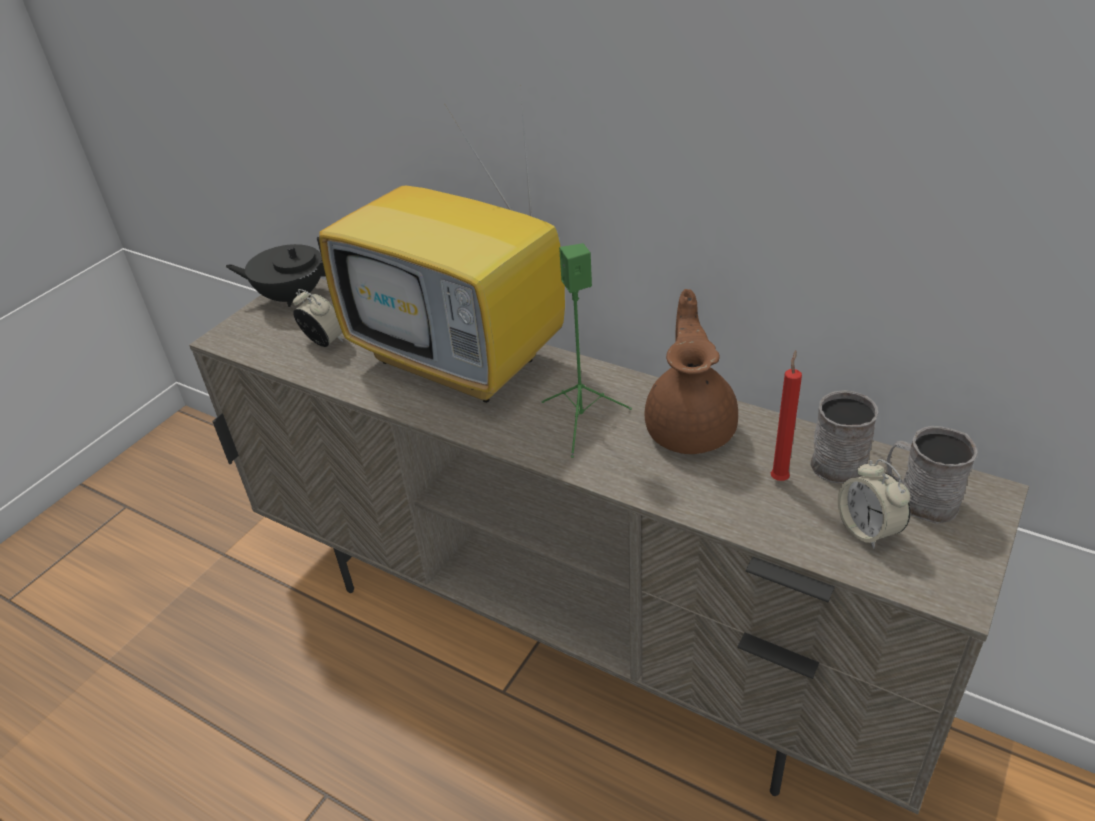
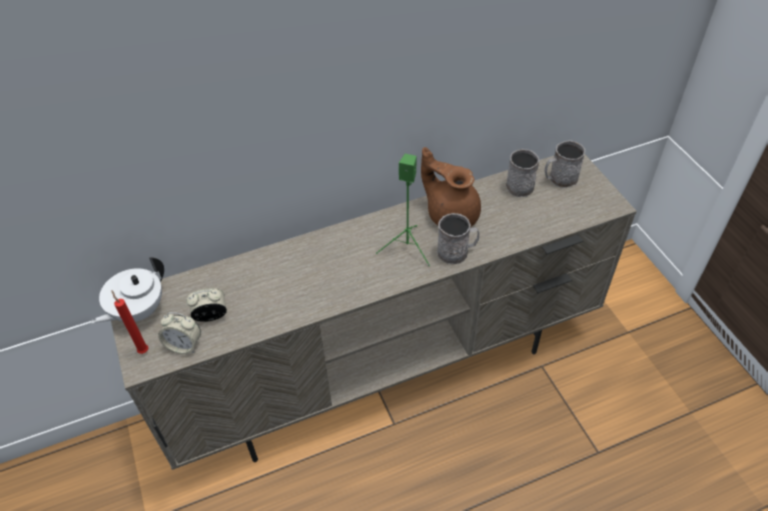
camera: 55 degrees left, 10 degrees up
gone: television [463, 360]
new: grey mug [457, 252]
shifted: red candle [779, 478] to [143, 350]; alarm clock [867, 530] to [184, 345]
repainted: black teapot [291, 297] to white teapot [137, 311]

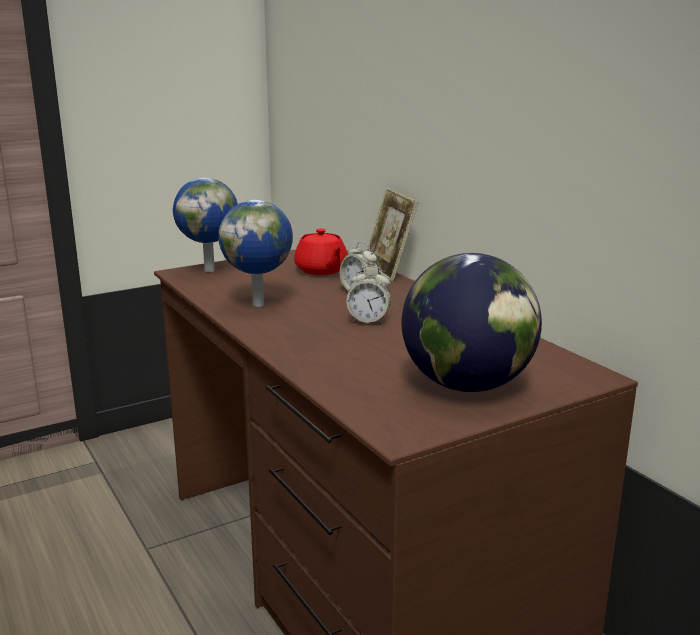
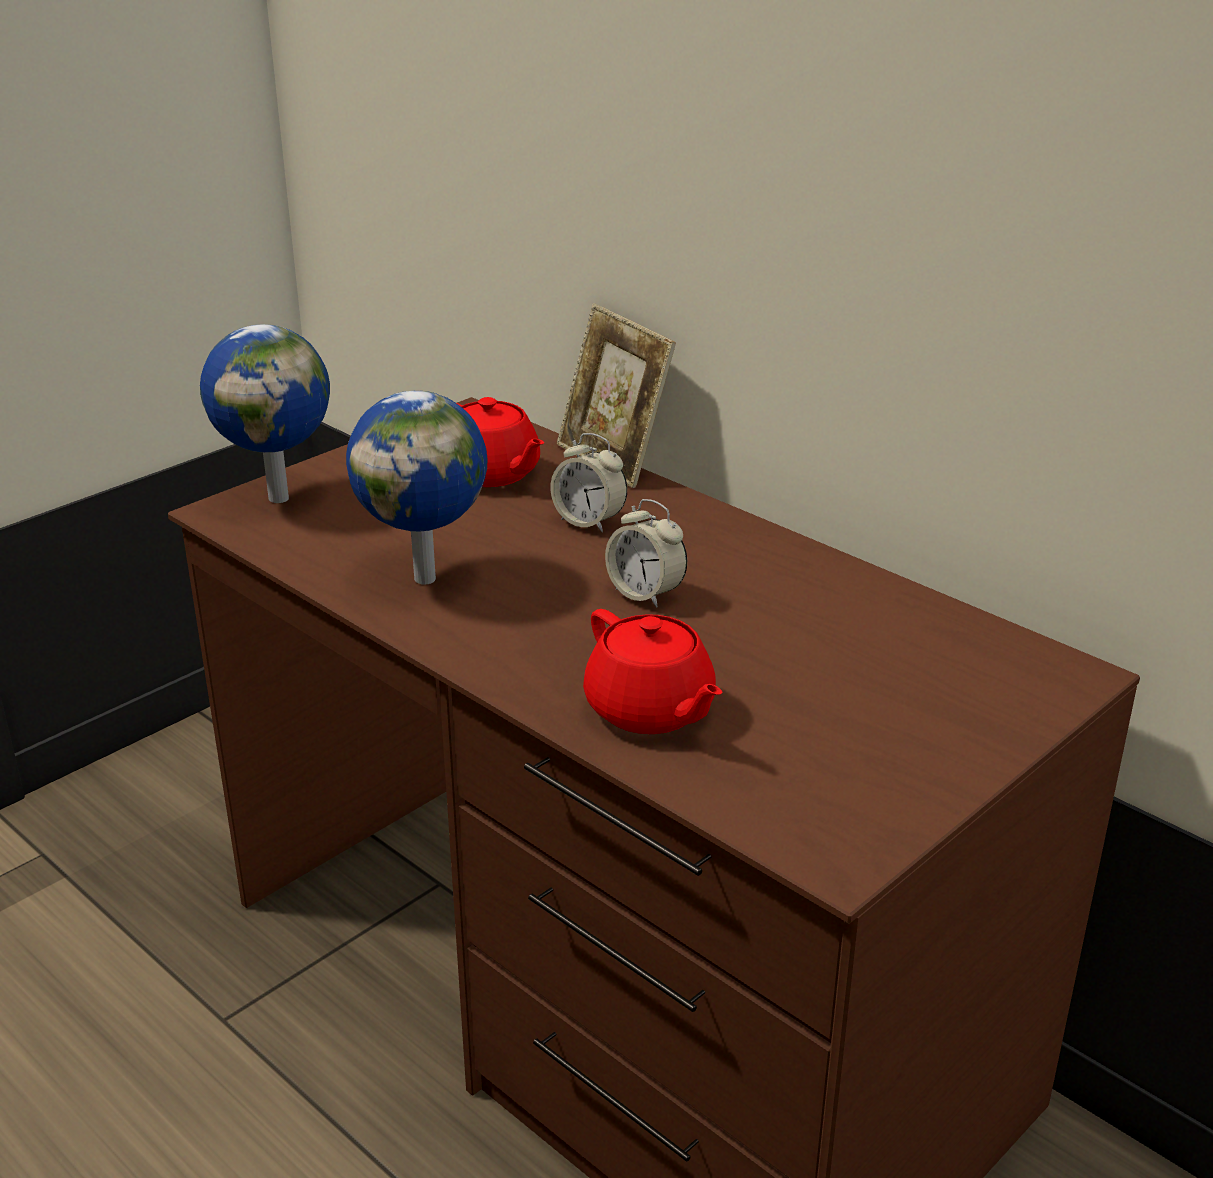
camera: 15 degrees left, 10 degrees up
gone: globe [467, 385]
new: red teapot [650, 710]
rotated: alarm clock [369, 320] = [645, 593] 45 degrees clockwise

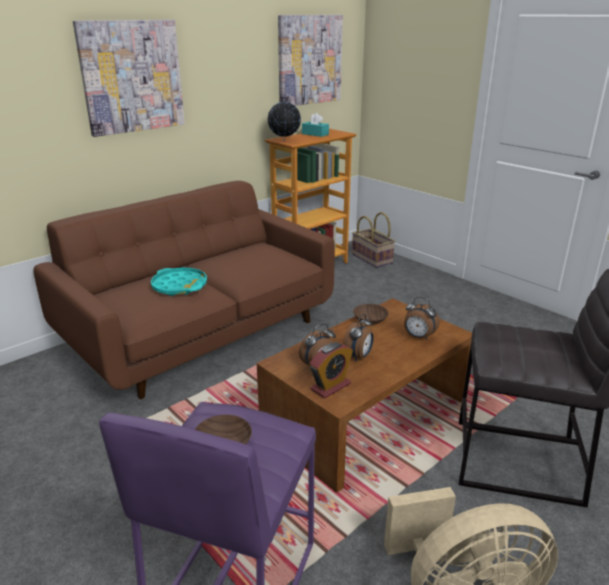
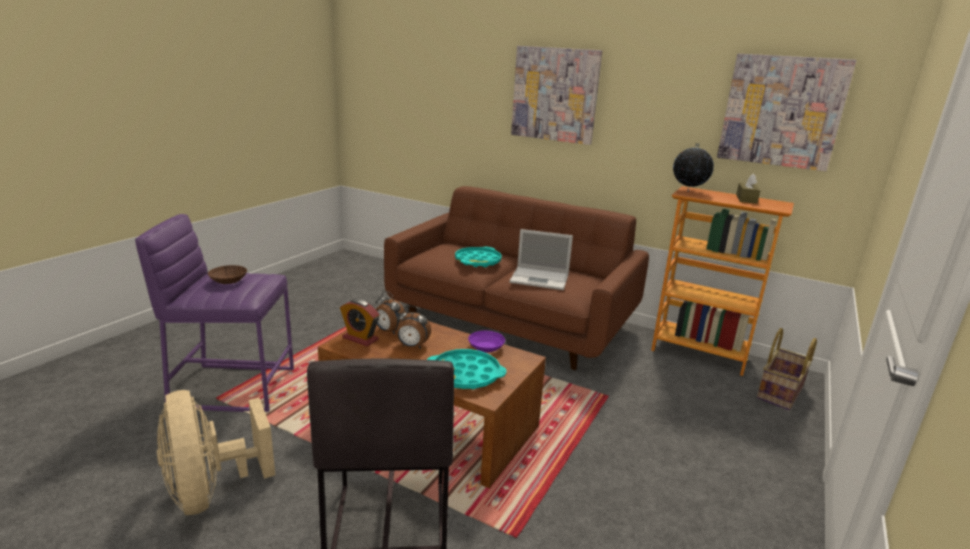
camera: 70 degrees right, 5 degrees down
new: laptop [540, 279]
swapped: alarm clock [418, 337] to turquoise tray [465, 375]
repainted: brown bowl [370, 319] to purple bowl [487, 347]; turquoise tissue box [315, 134] to brown tissue box [746, 199]

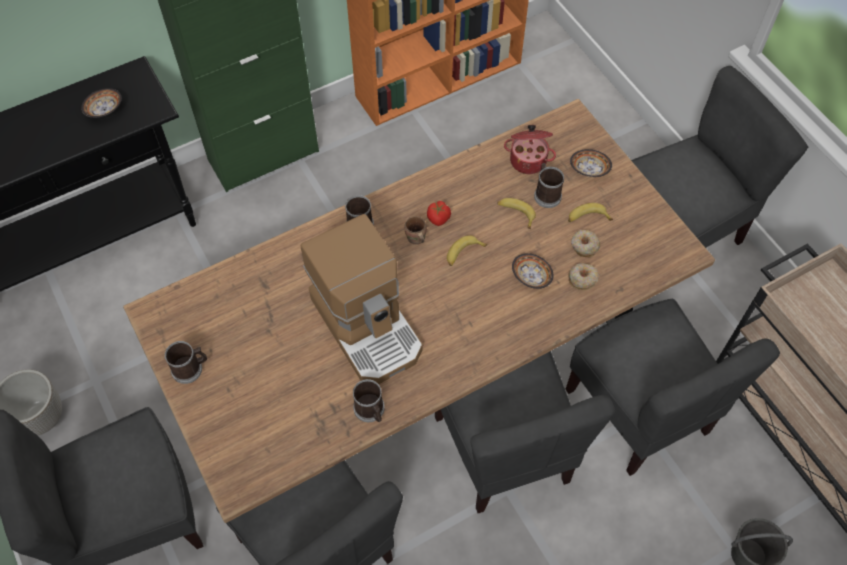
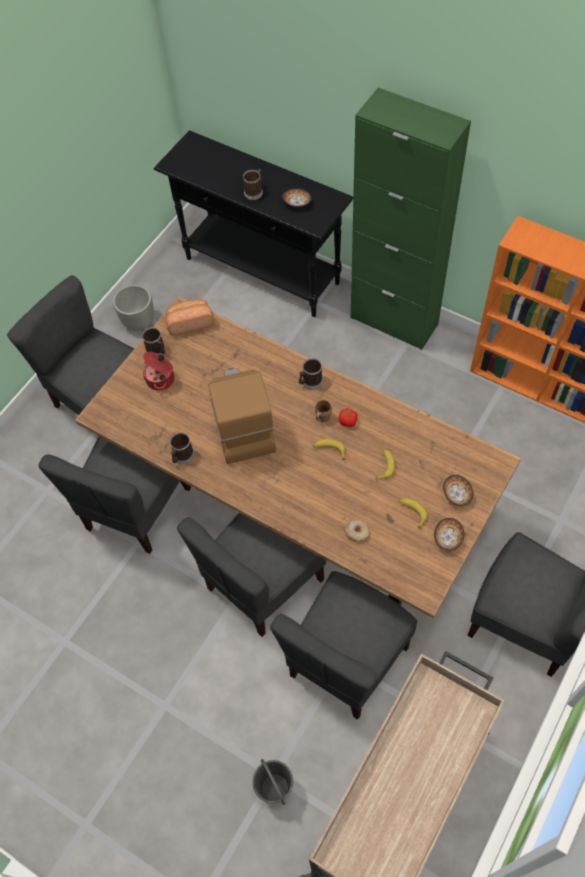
camera: 65 degrees right, 0 degrees up
gone: donut [584, 246]
new: bread [190, 322]
shifted: cooking pot [528, 159] to [161, 379]; mug [546, 194] to [254, 191]; bowl [531, 278] to [447, 538]
rotated: coffee machine [368, 325] = [241, 424] 135 degrees clockwise

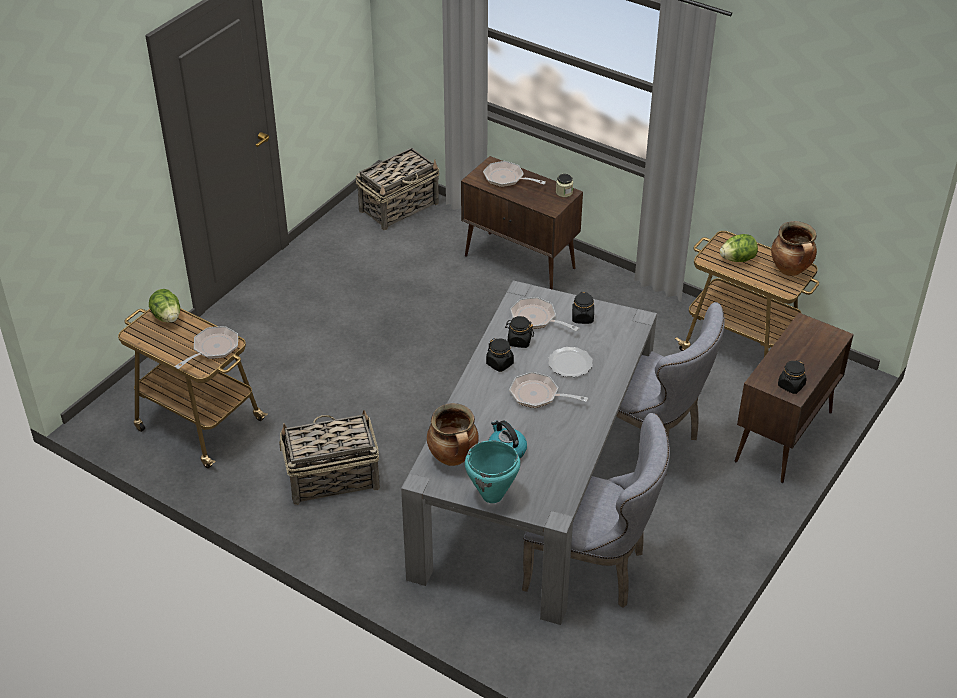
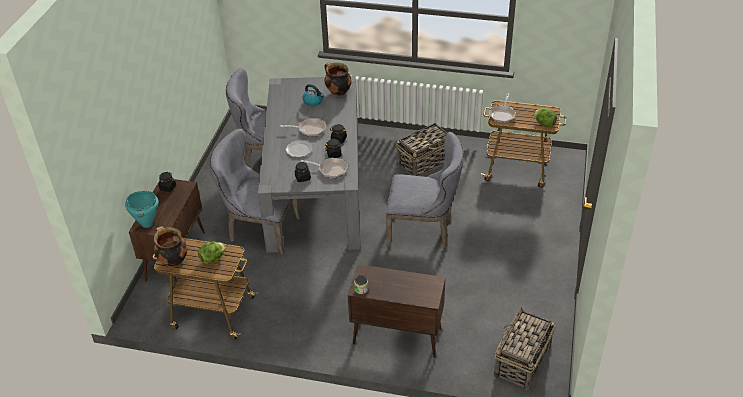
camera: 160 degrees right, 0 degrees up
gone: frying pan [507, 178]
new: grey chair [424, 230]
shifted: turquoise cooking pot [492, 496] to [147, 223]

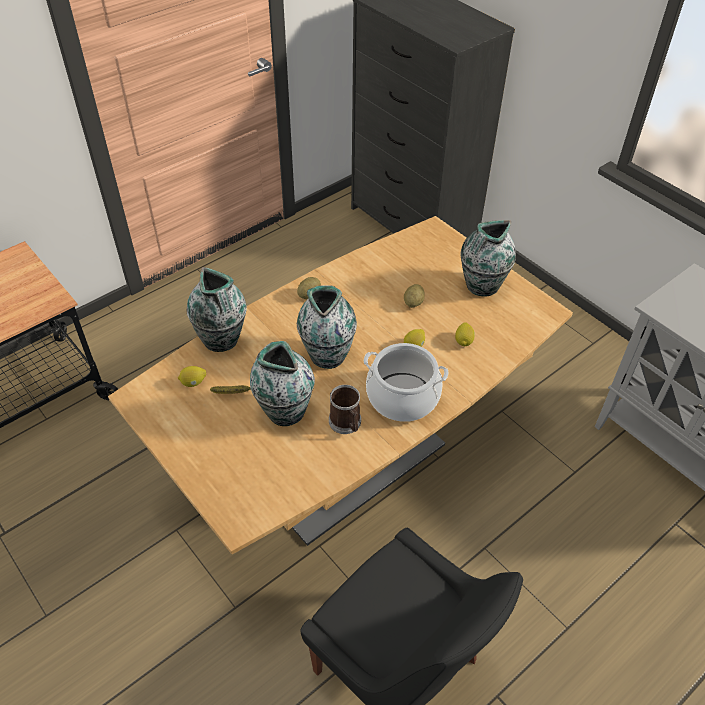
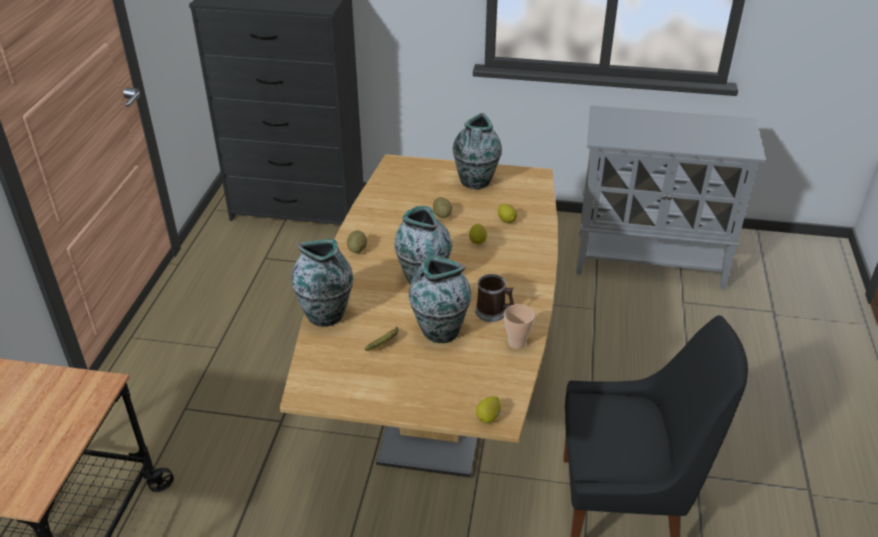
camera: 40 degrees left, 10 degrees down
gone: cooking pot [402, 397]
new: cup [517, 343]
shifted: lemon [193, 383] to [488, 417]

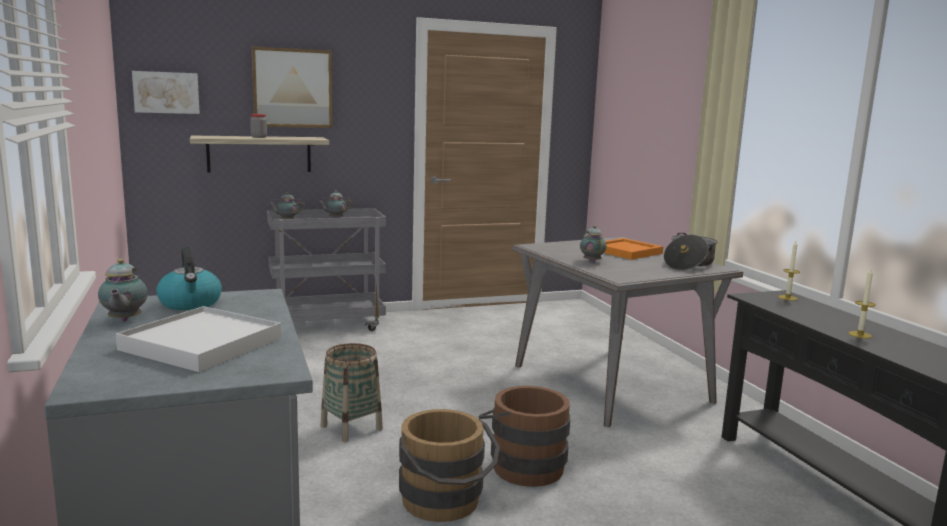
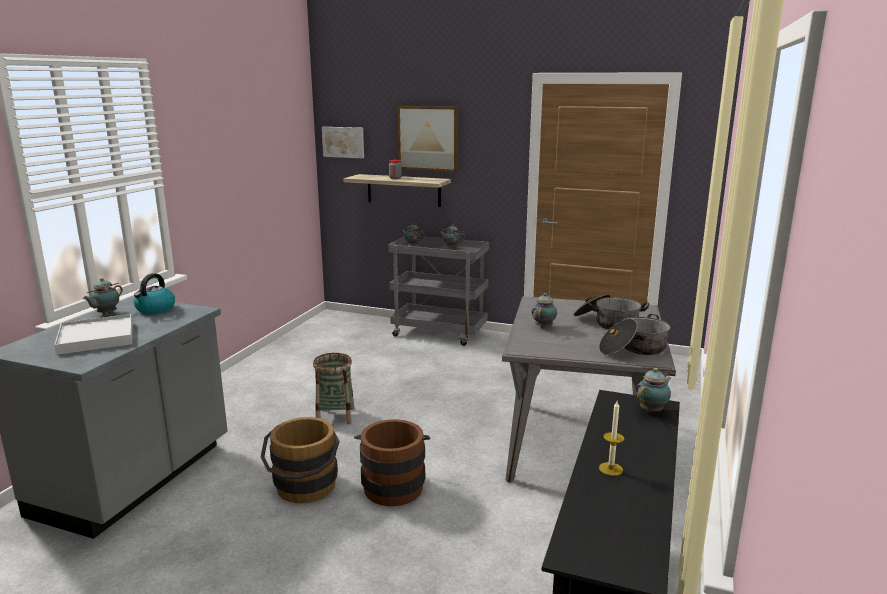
camera: 40 degrees right, 5 degrees up
swapped: orange tray [626, 252] to cooking pot [607, 323]; candle [787, 298] to teapot [652, 410]

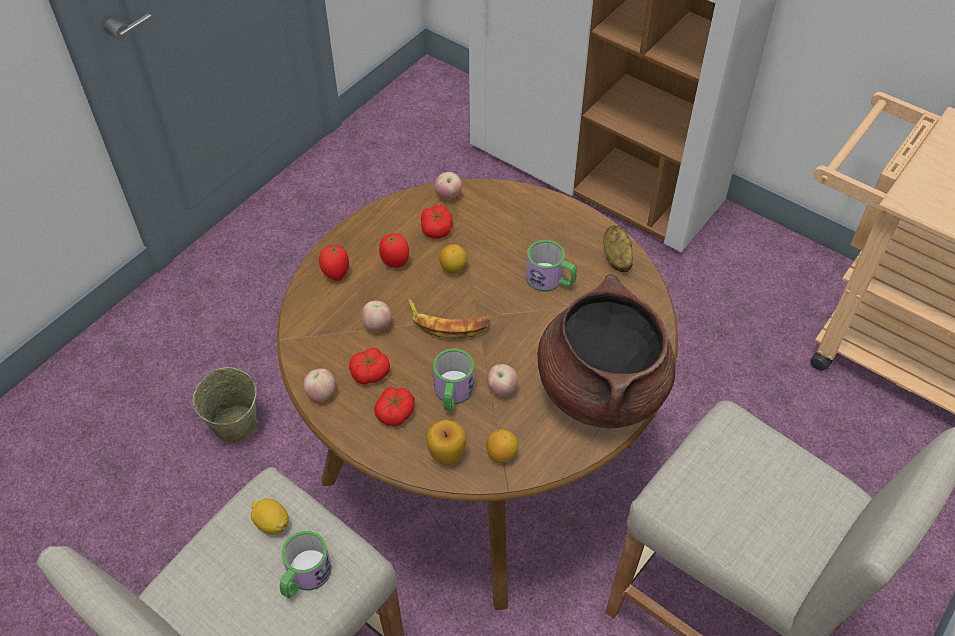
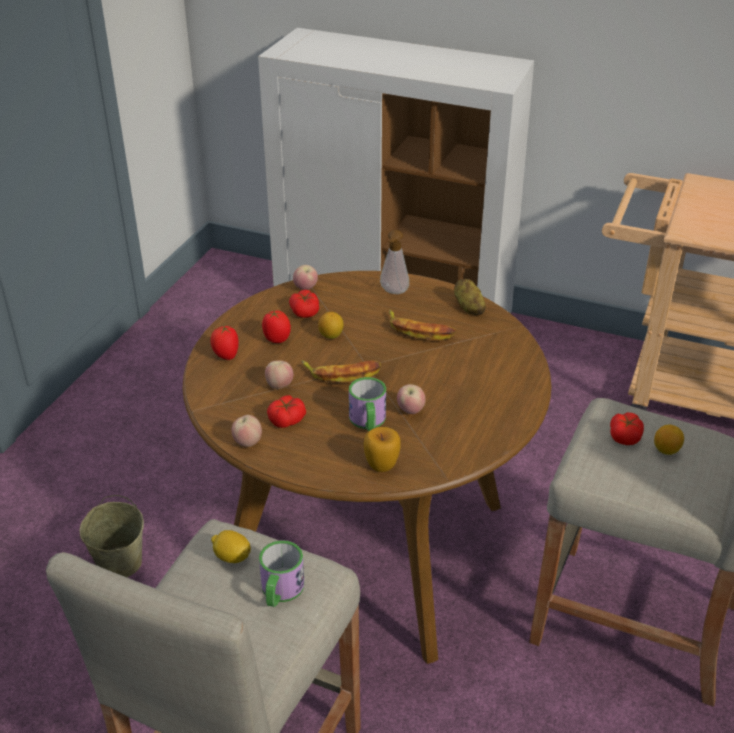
camera: 15 degrees left, 15 degrees down
gone: brown cooking pot [600, 388]
new: soap dispenser [393, 292]
shifted: tomato [395, 412] to [625, 436]; lemon [501, 454] to [666, 450]
swapped: mug [550, 280] to banana [419, 330]

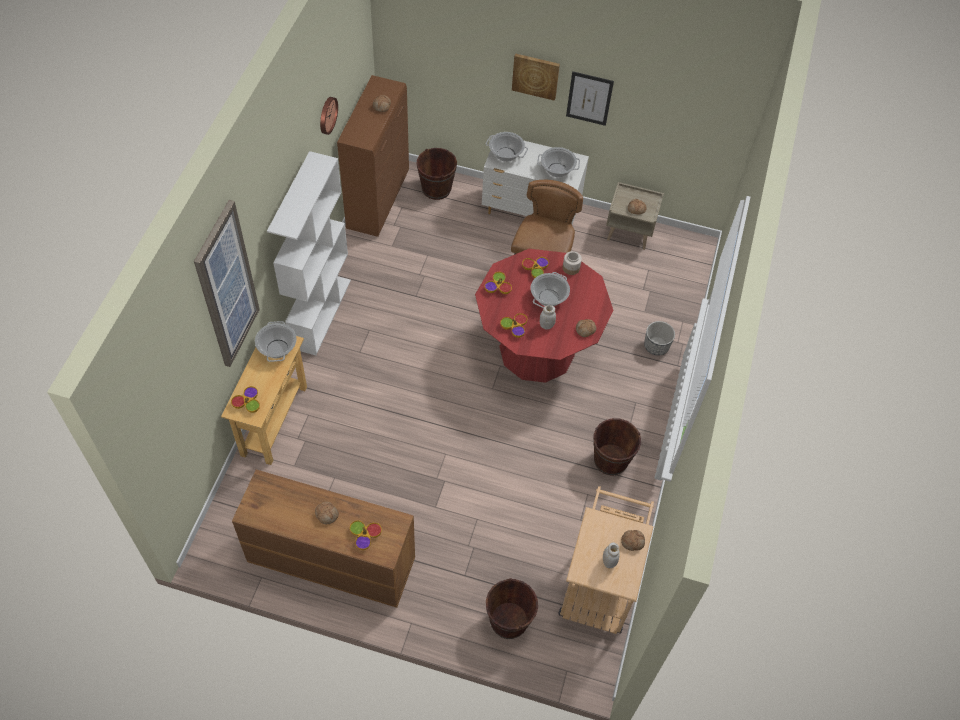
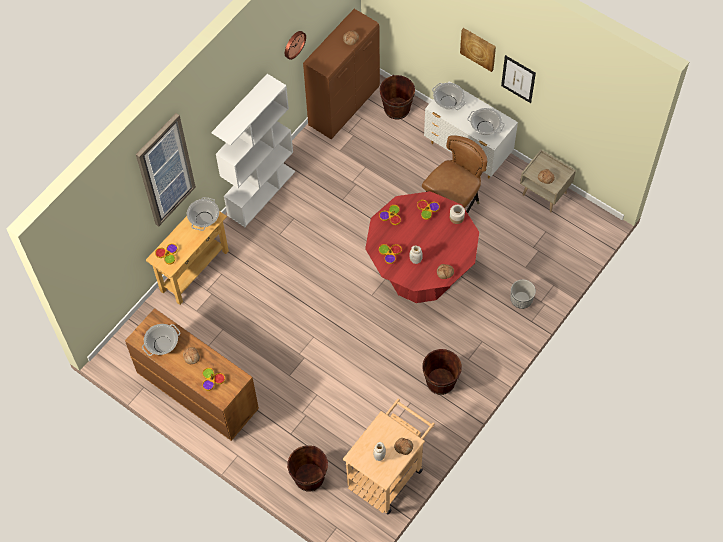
camera: 25 degrees right, 5 degrees up
shifted: cooking pot [548, 298] to [162, 345]

